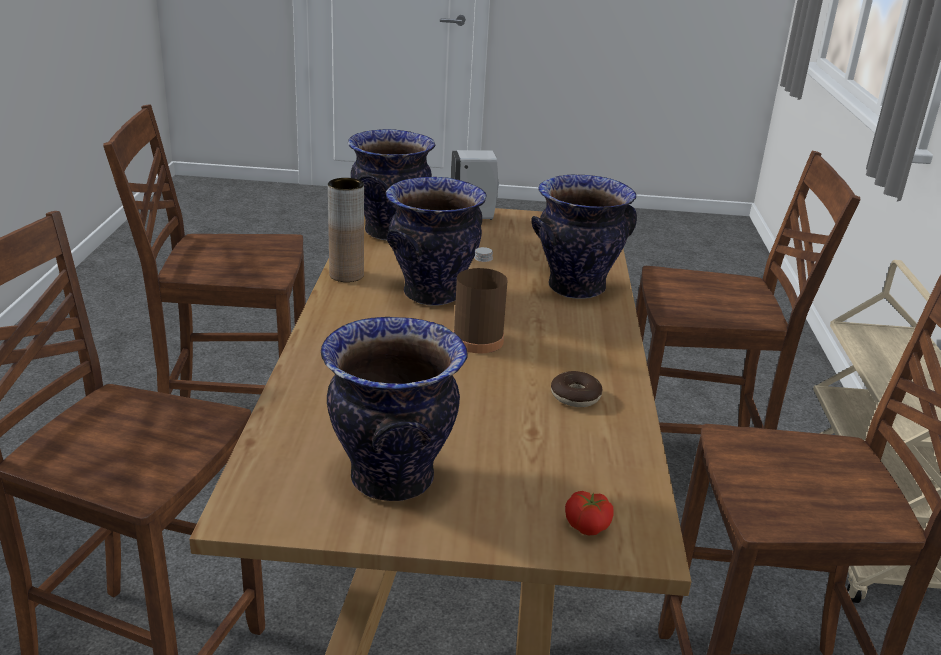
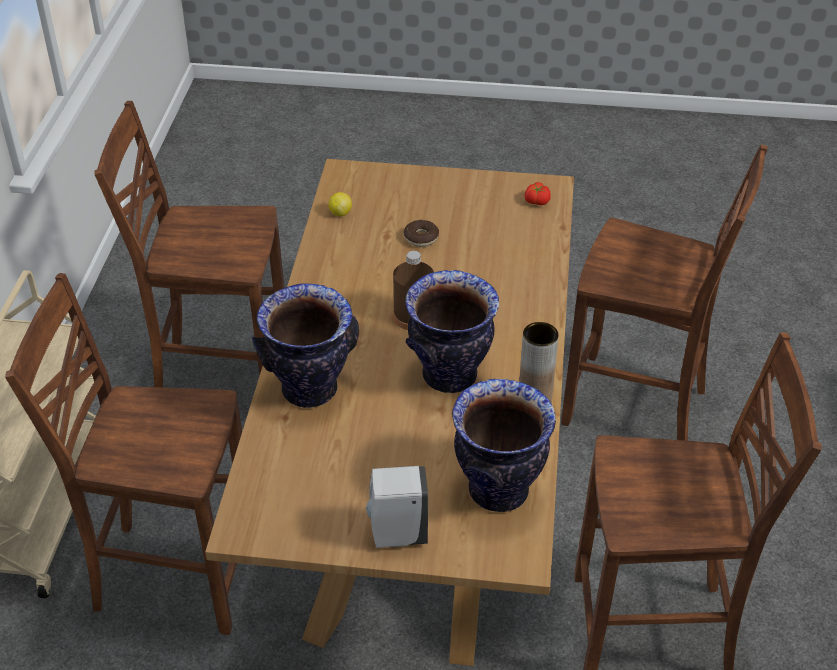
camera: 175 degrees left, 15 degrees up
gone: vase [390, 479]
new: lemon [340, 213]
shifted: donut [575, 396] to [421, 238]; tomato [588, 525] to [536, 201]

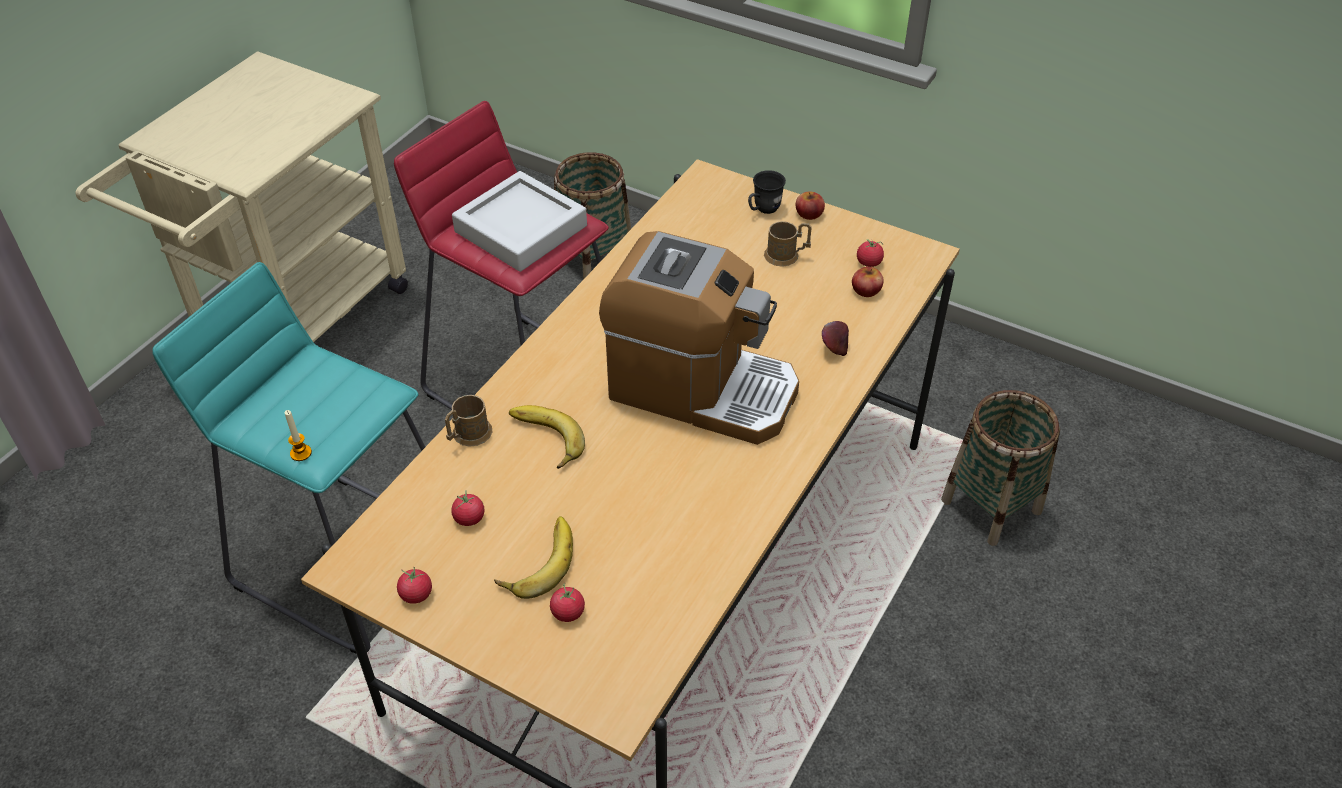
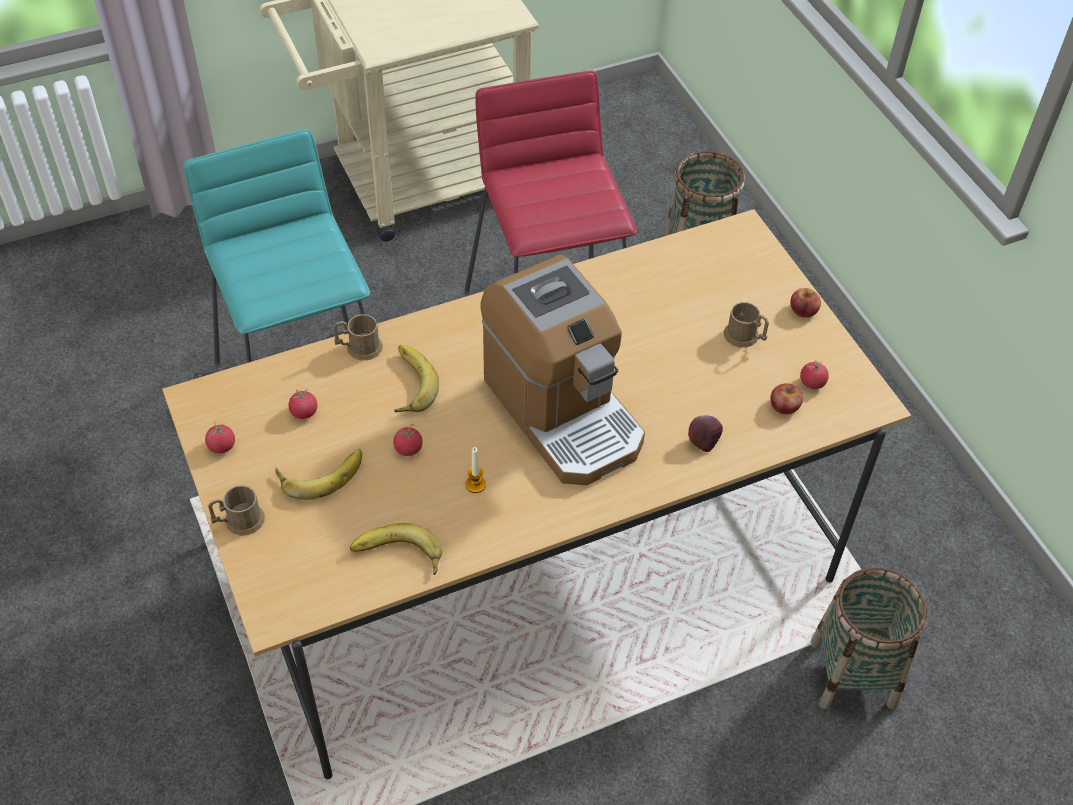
camera: 35 degrees right, 5 degrees up
gone: grey tray [521, 229]; grey mug [763, 210]
new: brown mug [239, 521]; banana [397, 557]
shifted: tomato [568, 612] to [408, 448]; candle [301, 453] to [475, 484]

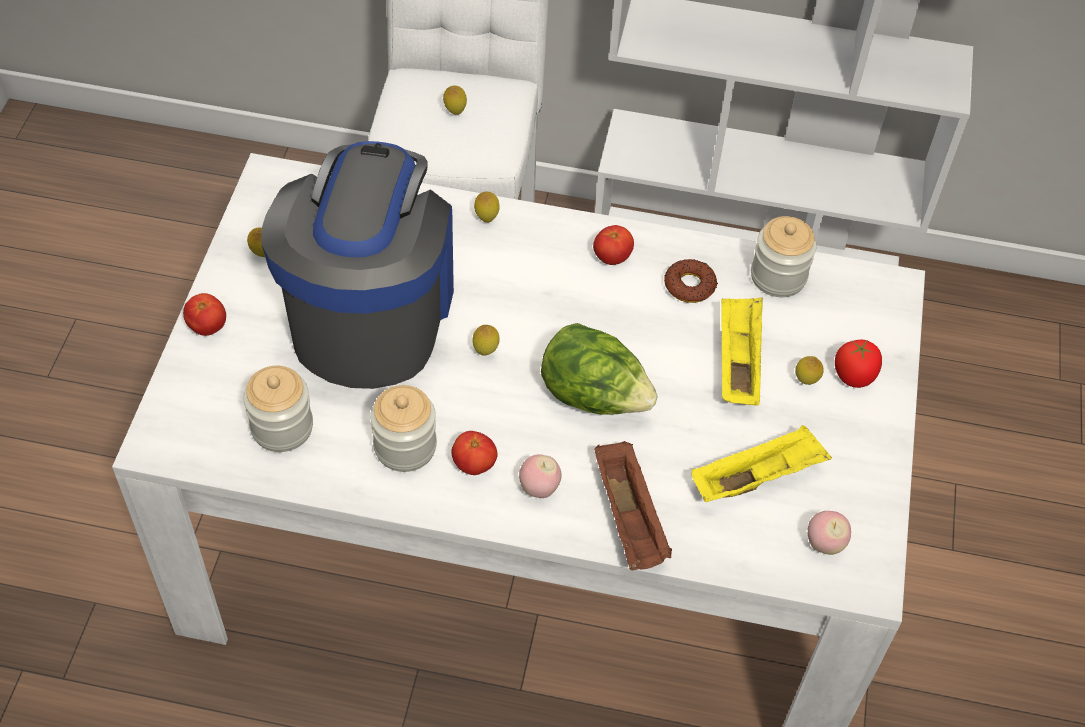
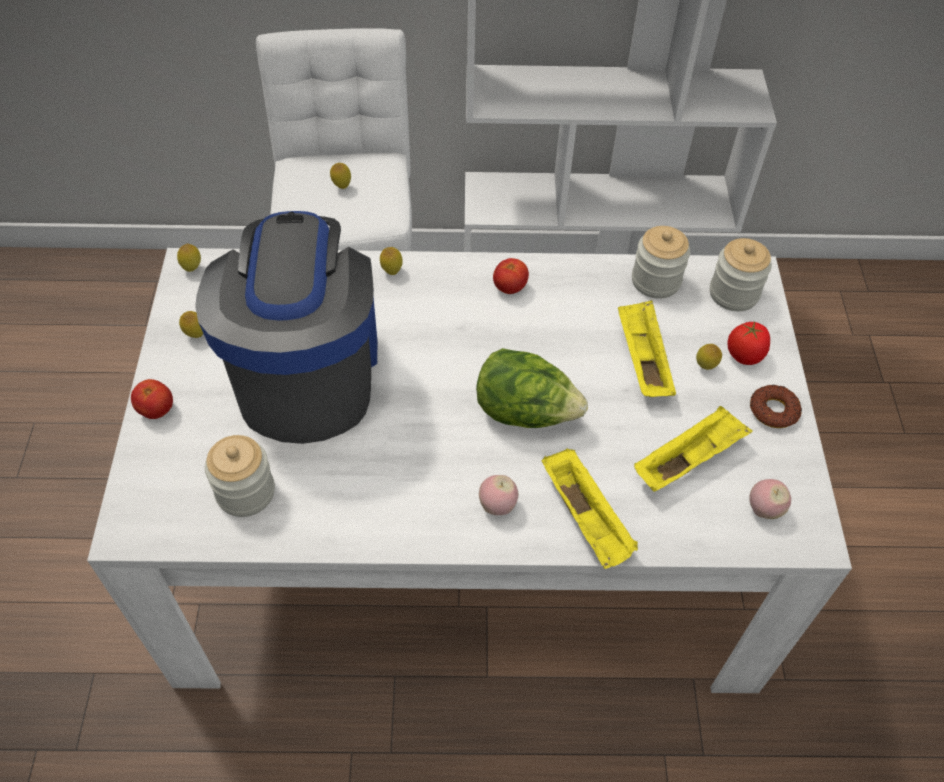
camera: 10 degrees left, 0 degrees up
gone: tomato [474, 464]
shifted: lemon [485, 351] to [192, 268]; jar [405, 446] to [733, 293]; donut [690, 285] to [773, 410]
repainted: brown tray [630, 519] to yellow tray [587, 519]

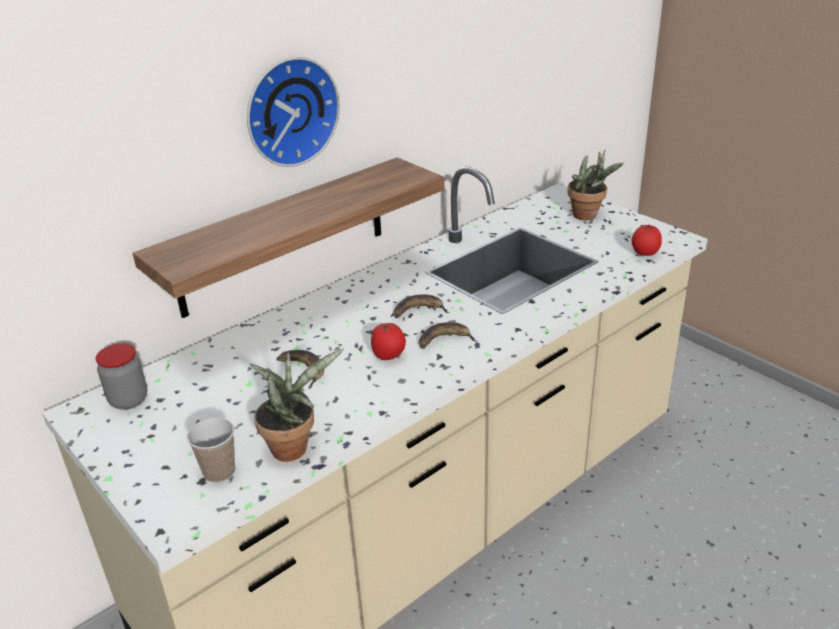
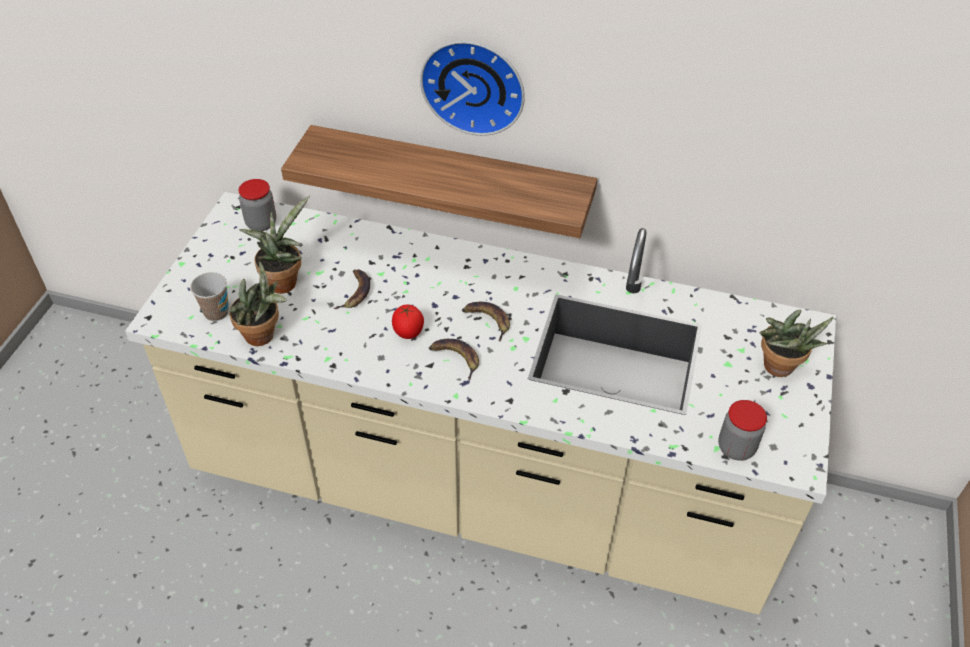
camera: 55 degrees right, 15 degrees up
new: potted plant [284, 280]
swapped: tomato [644, 254] to jar [736, 448]

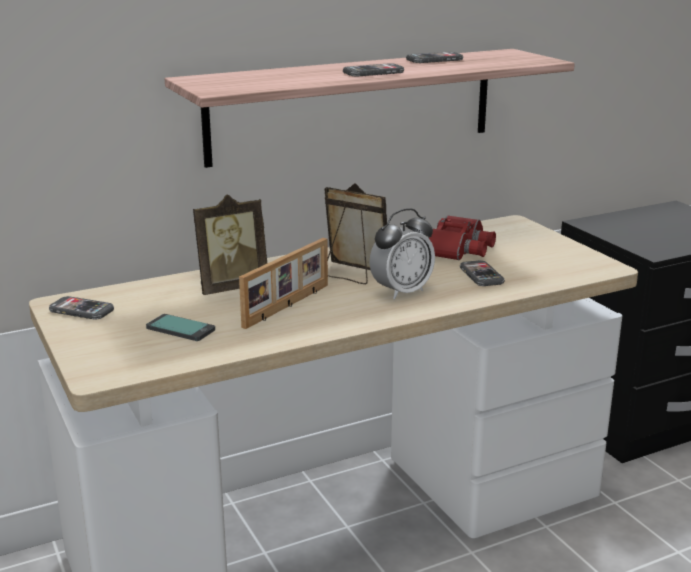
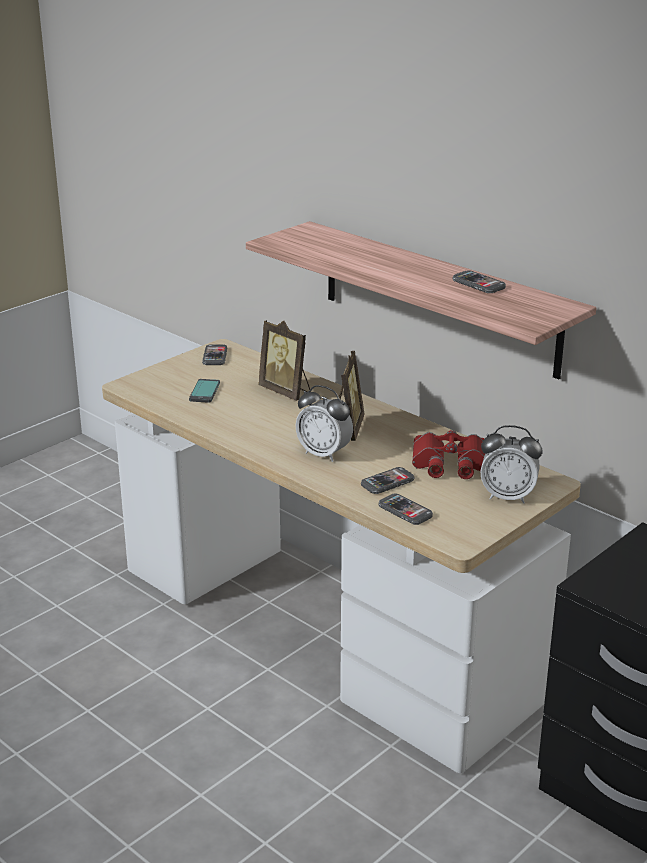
camera: 70 degrees right, 5 degrees up
gone: picture frame [288, 306]
new: alarm clock [507, 496]
shifted: phone [373, 72] to [405, 511]

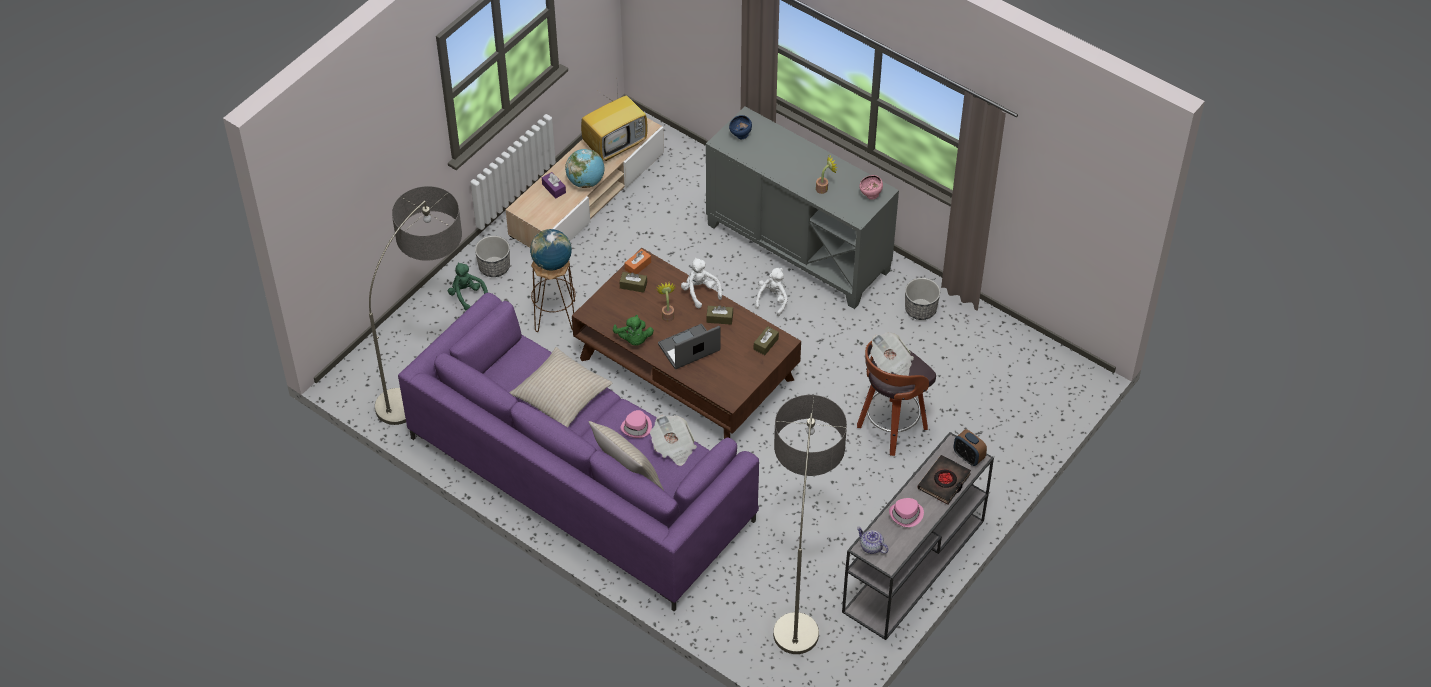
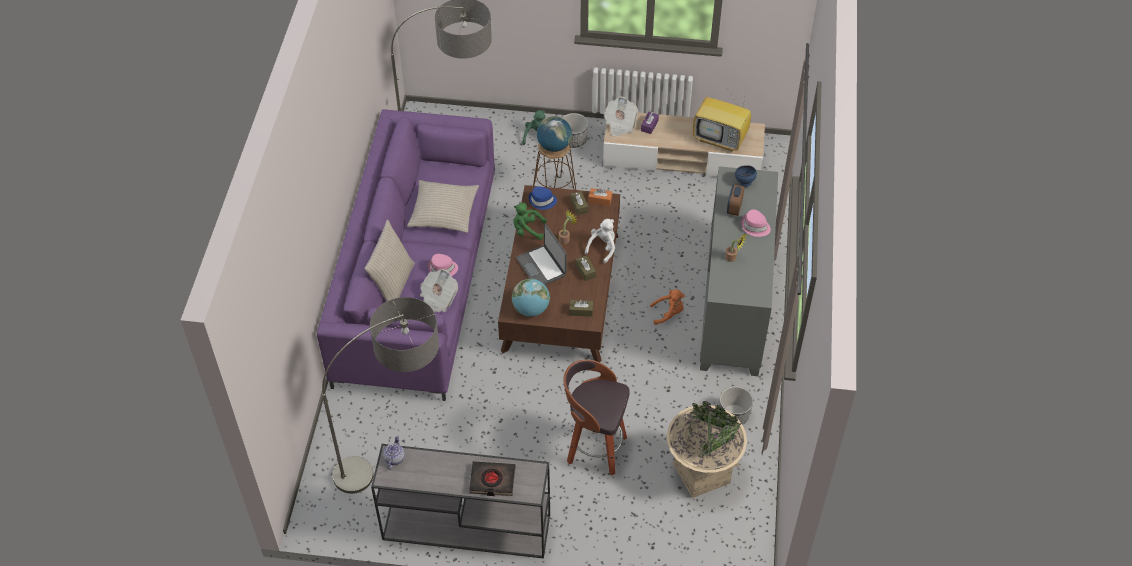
camera: 60 degrees right, 0 degrees up
gone: pink bowl [870, 195]
new: blue hat [542, 201]; beige planter [701, 474]
shifted: globe [586, 181] to [531, 309]; newspaper [891, 363] to [620, 124]; alarm clock [968, 457] to [734, 209]; pink hat [906, 515] to [755, 226]
repainted: white plush toy [772, 299] to orange plush toy [668, 313]
rotated: green plush toy [634, 339] = [527, 230] 60 degrees clockwise; laptop [689, 349] = [542, 266] 150 degrees counterclockwise

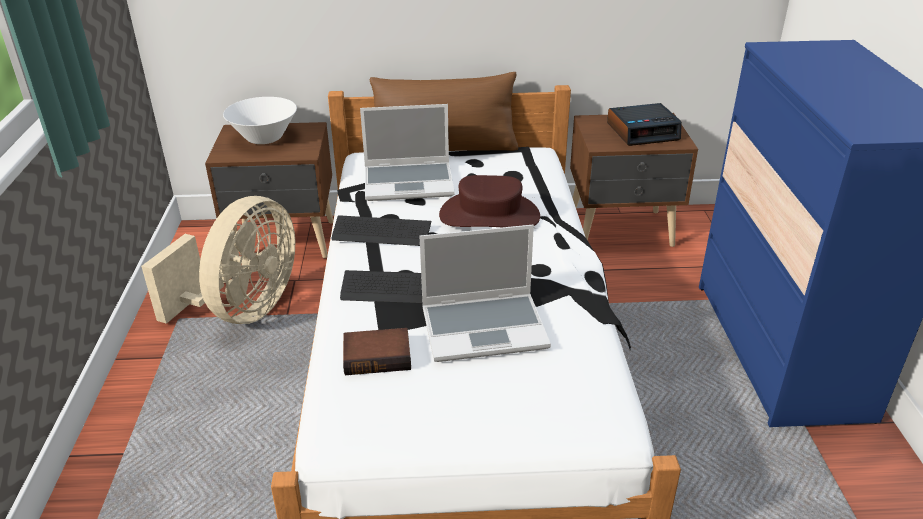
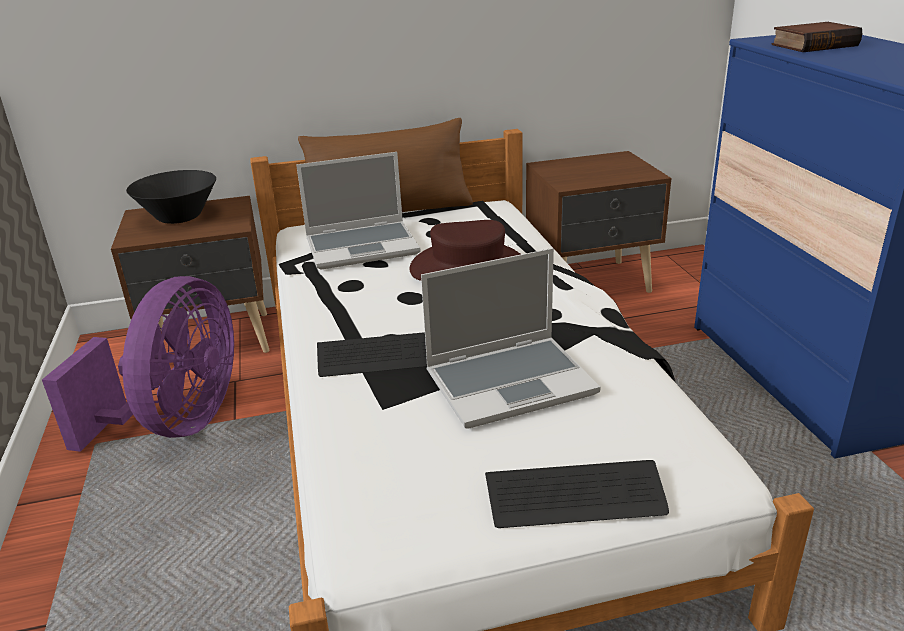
camera: 10 degrees left, 5 degrees down
gone: alarm clock [643, 131]
shifted: keyboard [381, 233] to [575, 497]; book [378, 356] to [813, 45]
repainted: beige fan [243, 310] to purple fan [178, 423]; white bowl [264, 138] to black bowl [179, 217]

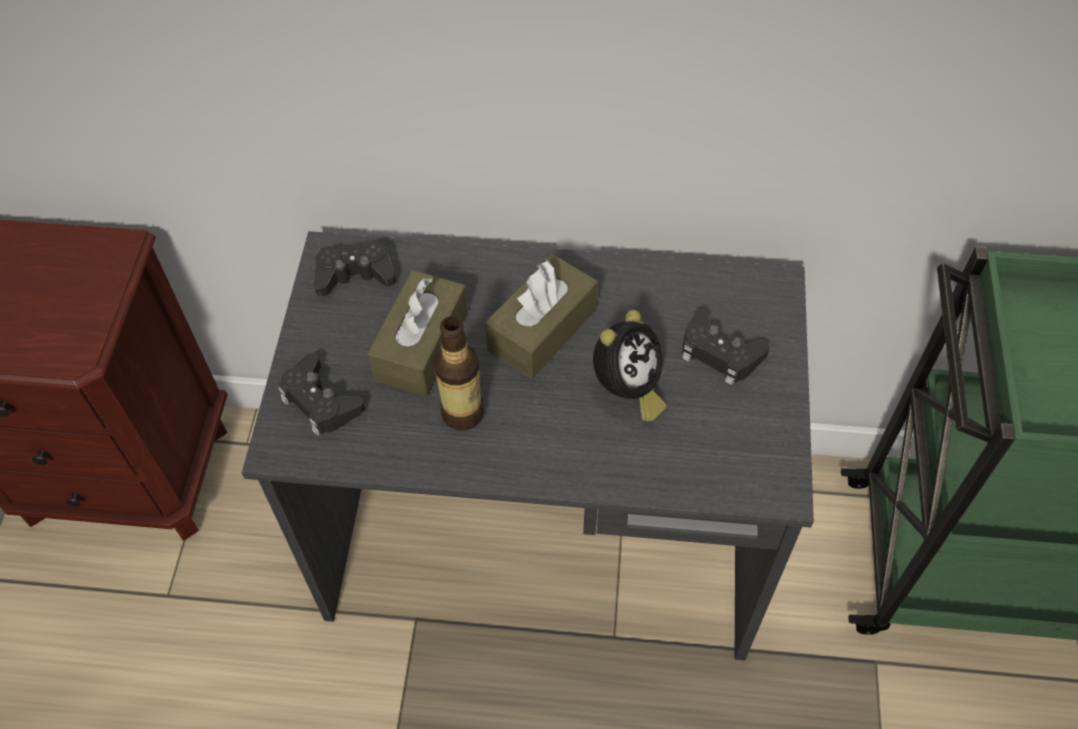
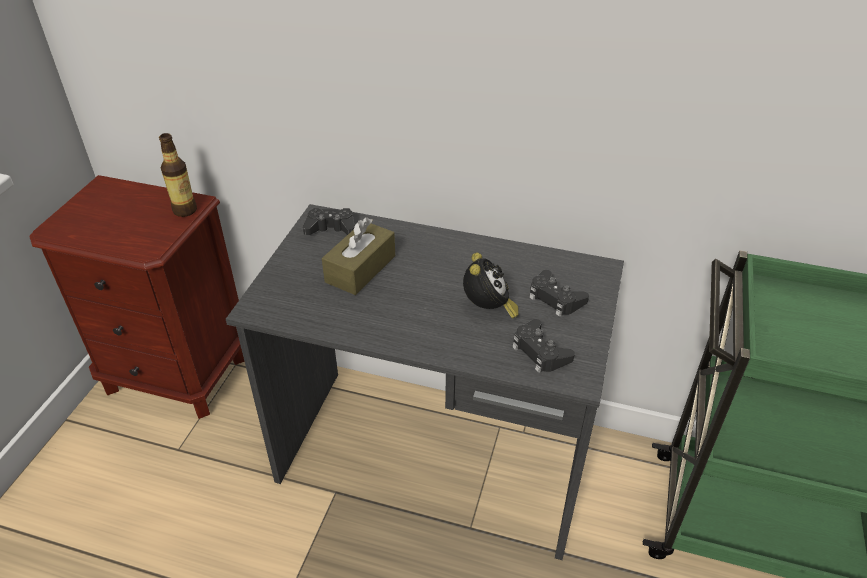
camera: 10 degrees right, 15 degrees down
gone: brown tissue box [542, 329]
shifted: bottle [463, 413] to [185, 210]; black game controller [320, 401] to [540, 352]
rotated: alarm clock [627, 390] = [488, 309] 45 degrees counterclockwise

